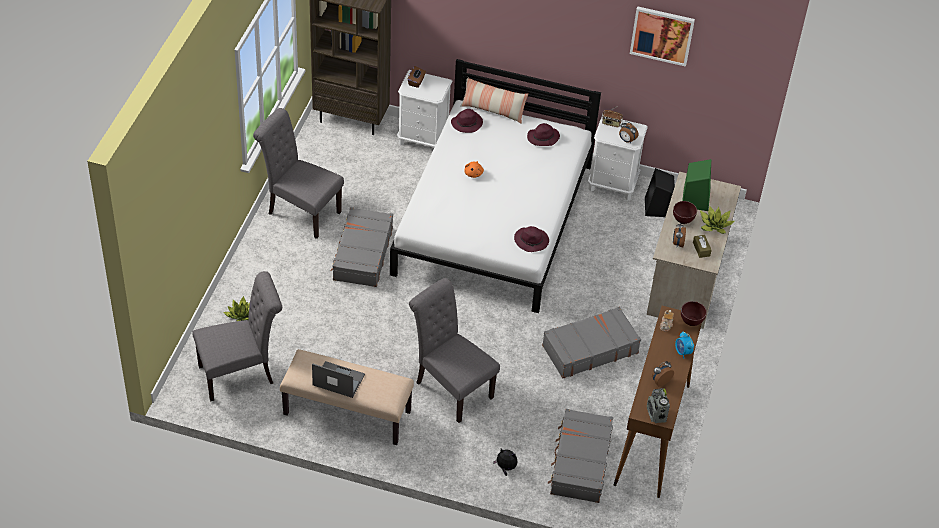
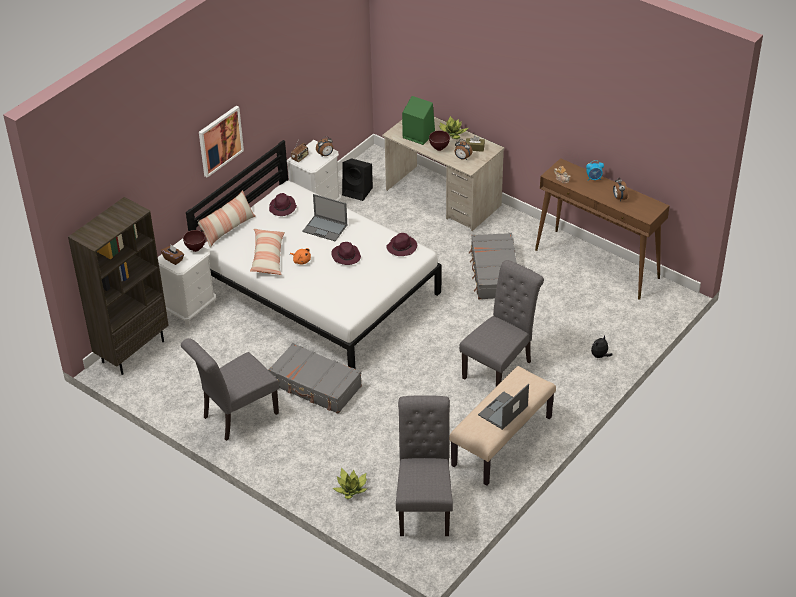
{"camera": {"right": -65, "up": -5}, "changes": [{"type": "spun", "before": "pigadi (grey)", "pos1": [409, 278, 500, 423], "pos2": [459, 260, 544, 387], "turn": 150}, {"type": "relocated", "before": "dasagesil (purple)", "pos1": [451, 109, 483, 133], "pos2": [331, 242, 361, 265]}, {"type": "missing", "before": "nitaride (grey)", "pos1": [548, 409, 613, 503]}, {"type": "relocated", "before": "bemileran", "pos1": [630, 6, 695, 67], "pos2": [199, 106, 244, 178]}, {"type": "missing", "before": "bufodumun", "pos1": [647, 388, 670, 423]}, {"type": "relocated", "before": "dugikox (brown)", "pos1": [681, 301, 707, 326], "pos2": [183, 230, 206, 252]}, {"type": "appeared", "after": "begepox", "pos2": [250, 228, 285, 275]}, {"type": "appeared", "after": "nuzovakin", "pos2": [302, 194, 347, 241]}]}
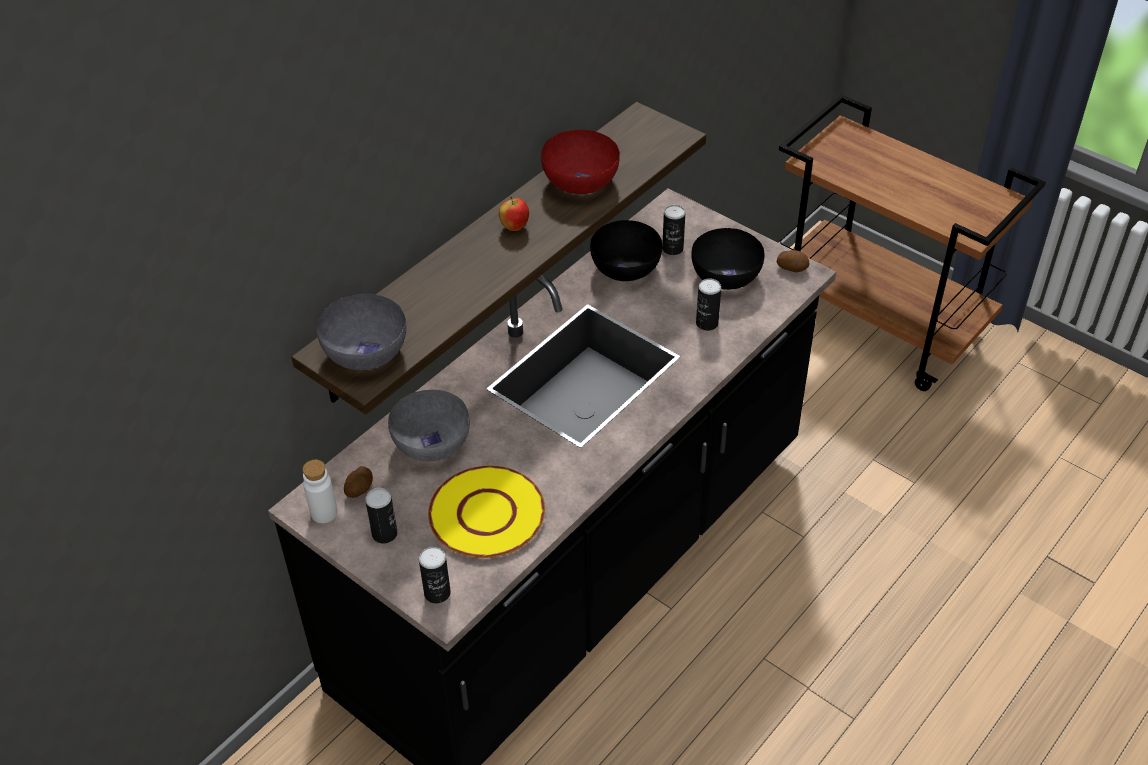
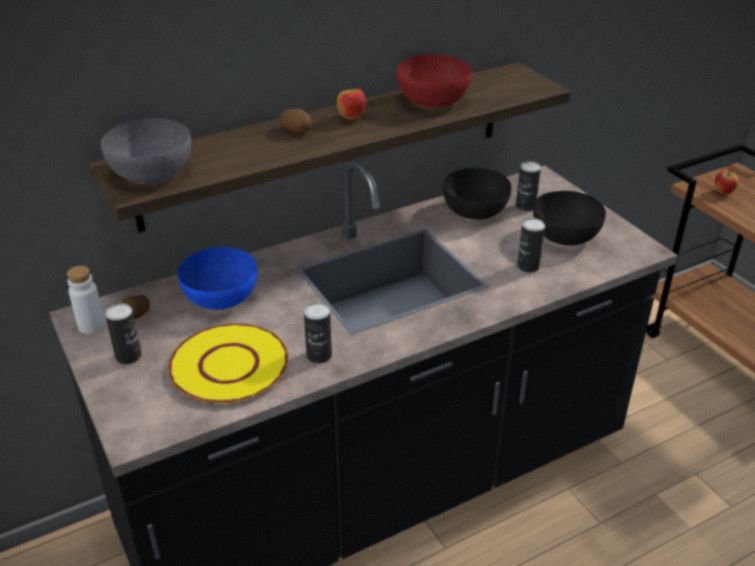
{"camera": {"right": 20, "up": -10}, "changes": [{"type": "colour", "before": "dugikox (grey)", "after": "dugikox (blue)", "pos1": [388, 390, 470, 461], "pos2": [178, 247, 258, 310]}, {"type": "relocated", "before": "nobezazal", "pos1": [419, 547, 451, 604], "pos2": [304, 303, 332, 364]}, {"type": "relocated", "before": "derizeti", "pos1": [777, 250, 809, 272], "pos2": [280, 109, 312, 133]}, {"type": "appeared", "after": "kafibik", "pos2": [715, 170, 738, 194]}]}
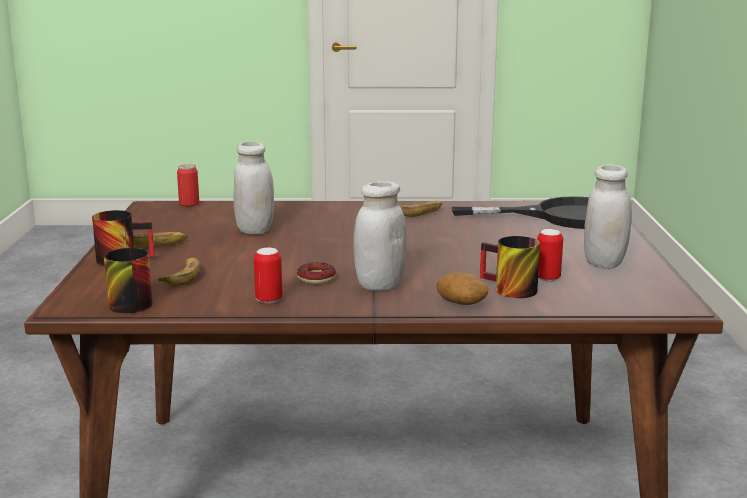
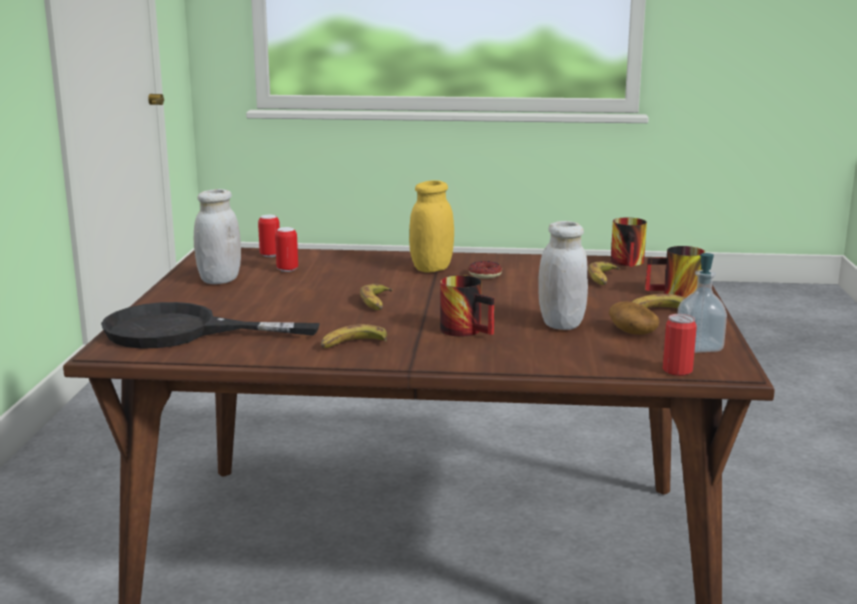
{"camera": {"right": -175, "up": 0}, "changes": [{"type": "relocated", "before": "nobezazal", "pos1": [254, 248, 283, 304], "pos2": [258, 215, 280, 257]}, {"type": "colour", "before": "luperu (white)", "after": "luperu (yellow)", "pos1": [353, 181, 407, 291], "pos2": [409, 180, 454, 273]}, {"type": "relocated", "before": "derizeti", "pos1": [437, 272, 488, 305], "pos2": [609, 301, 659, 335]}, {"type": "relocated", "before": "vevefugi", "pos1": [480, 236, 540, 298], "pos2": [440, 275, 494, 337]}, {"type": "appeared", "after": "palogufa", "pos2": [360, 284, 393, 310]}, {"type": "appeared", "after": "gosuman", "pos2": [677, 253, 727, 353]}]}
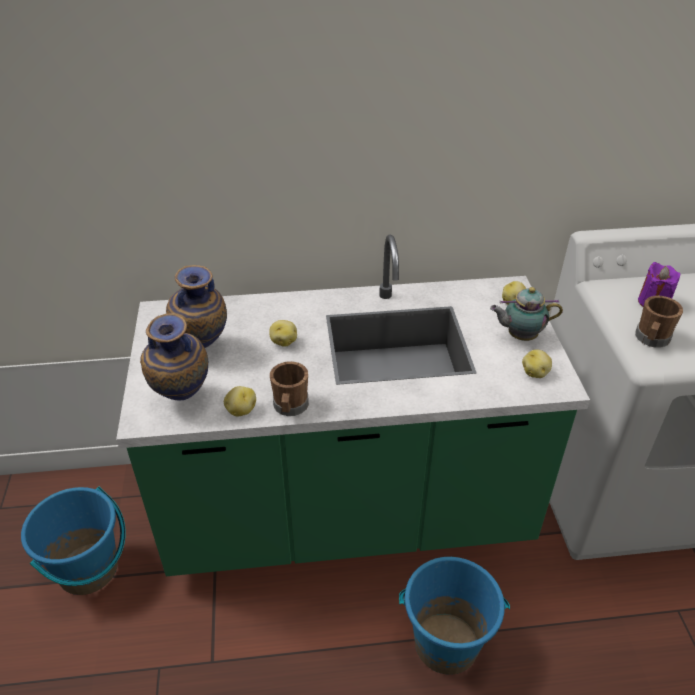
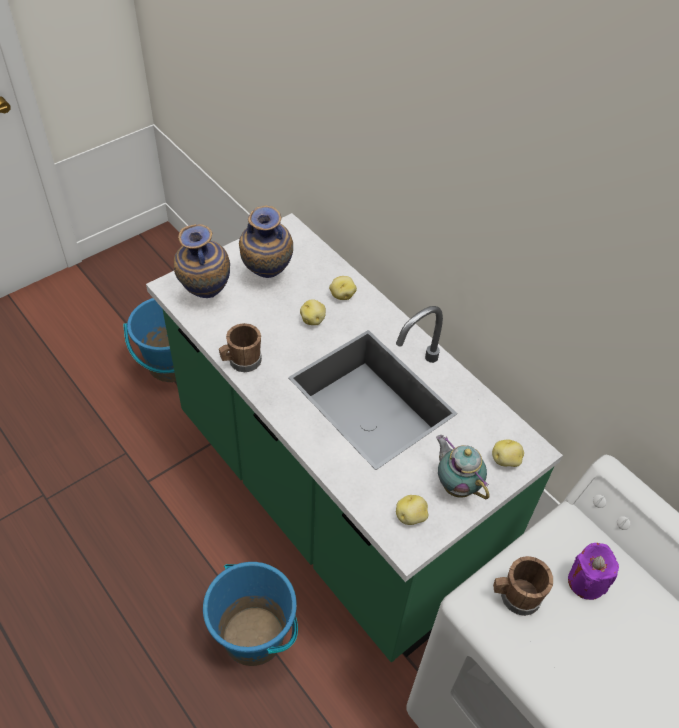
{"camera": {"right": 55, "up": 10}, "changes": [{"type": "relocated", "before": "derizeti", "pos1": [224, 386, 256, 416], "pos2": [329, 276, 357, 300]}]}
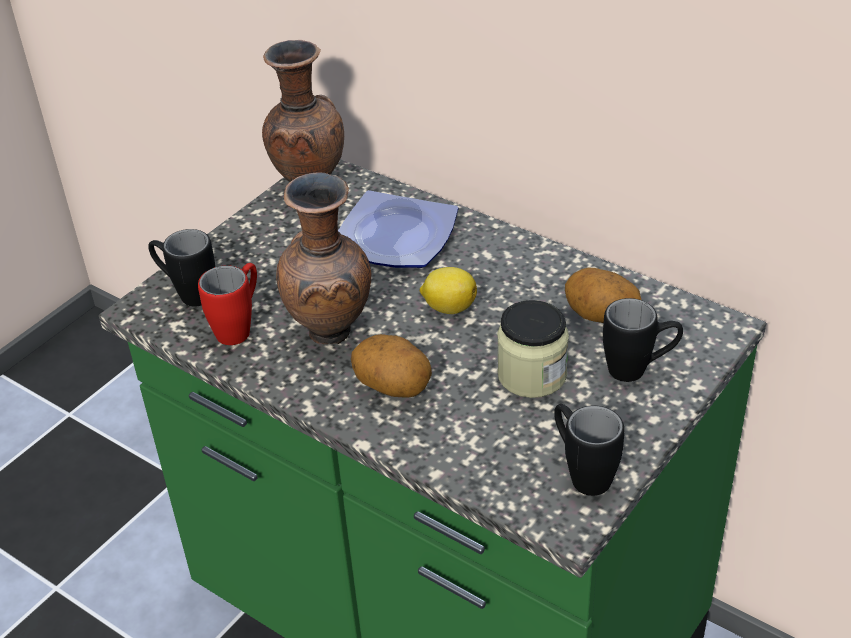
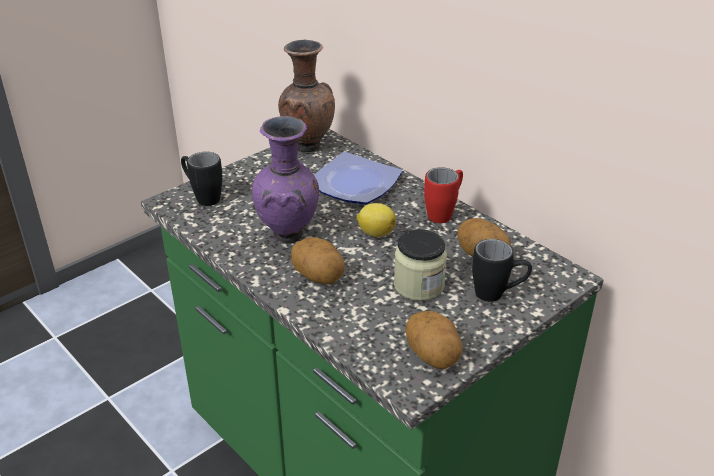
{"camera": {"right": 10, "up": -5}, "changes": [{"type": "relocated", "before": "vevefugi (red)", "pos1": [198, 263, 257, 345], "pos2": [424, 167, 463, 223]}, {"type": "colour", "before": "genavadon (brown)", "after": "genavadon (purple)", "pos1": [276, 172, 371, 345], "pos2": [252, 116, 319, 244]}, {"type": "exchanged", "before": "vevefugi (black)", "after": "derizeti", "pos1": [554, 404, 624, 496], "pos2": [405, 311, 462, 369]}]}
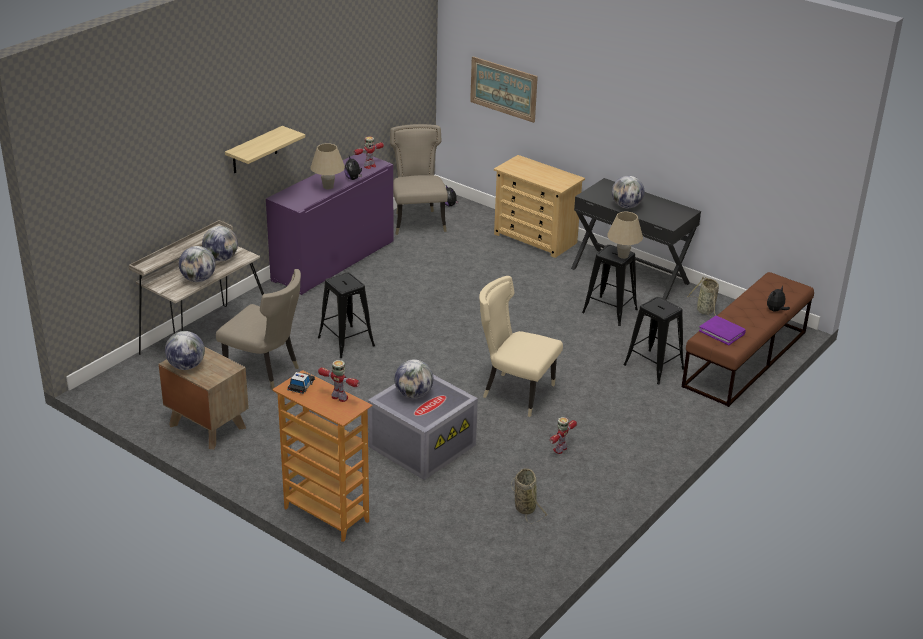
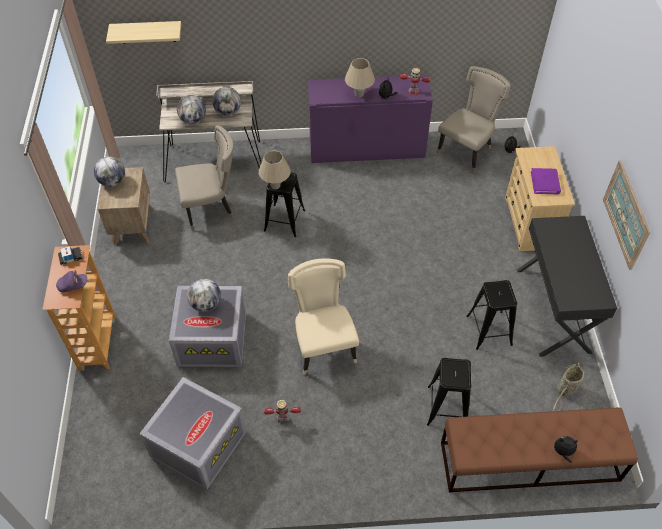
{"camera": {"right": 50, "up": 20}, "changes": [{"type": "spun", "before": "pigadi (beige)", "pos1": [216, 269, 301, 389], "pos2": [175, 125, 234, 231], "turn": -90}, {"type": "relocated", "before": "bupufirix", "pos1": [225, 126, 305, 173], "pos2": [106, 21, 181, 44]}, {"type": "exchanged", "before": "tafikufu", "after": "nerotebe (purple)", "pos1": [318, 360, 360, 402], "pos2": [56, 270, 87, 293]}, {"type": "relocated", "before": "bemileran", "pos1": [470, 56, 538, 123], "pos2": [603, 161, 651, 270]}, {"type": "exchanged", "before": "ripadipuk", "after": "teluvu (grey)", "pos1": [511, 468, 548, 524], "pos2": [139, 377, 247, 489]}, {"type": "relocated", "before": "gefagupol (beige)", "pos1": [607, 212, 643, 259], "pos2": [259, 151, 290, 189]}, {"type": "missing", "before": "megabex", "pos1": [612, 176, 645, 208]}, {"type": "relocated", "before": "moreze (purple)", "pos1": [699, 316, 746, 345], "pos2": [531, 168, 561, 194]}]}
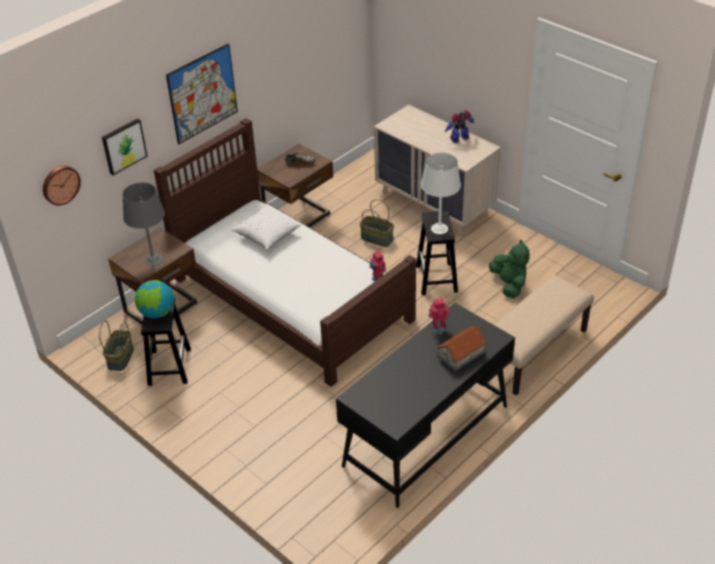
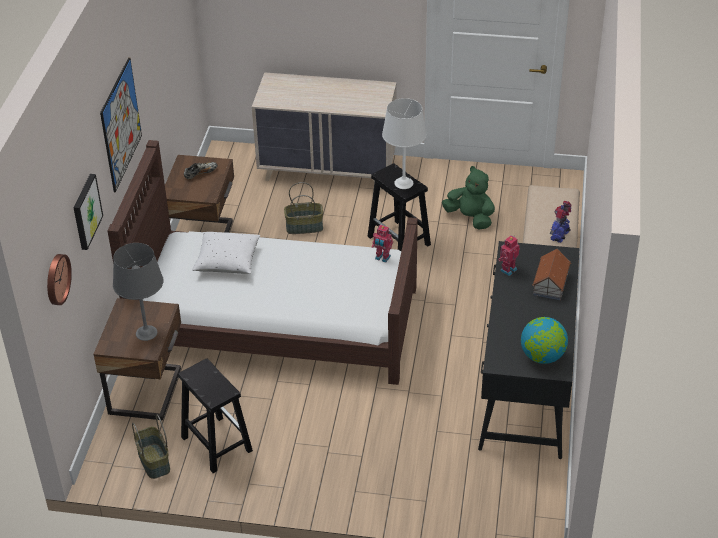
{"camera": {"right": -35, "up": 0}, "changes": [{"type": "relocated", "before": "megabex", "pos1": [135, 280, 174, 319], "pos2": [521, 317, 568, 364]}, {"type": "relocated", "before": "tafikufu", "pos1": [445, 110, 474, 143], "pos2": [550, 201, 571, 243]}]}
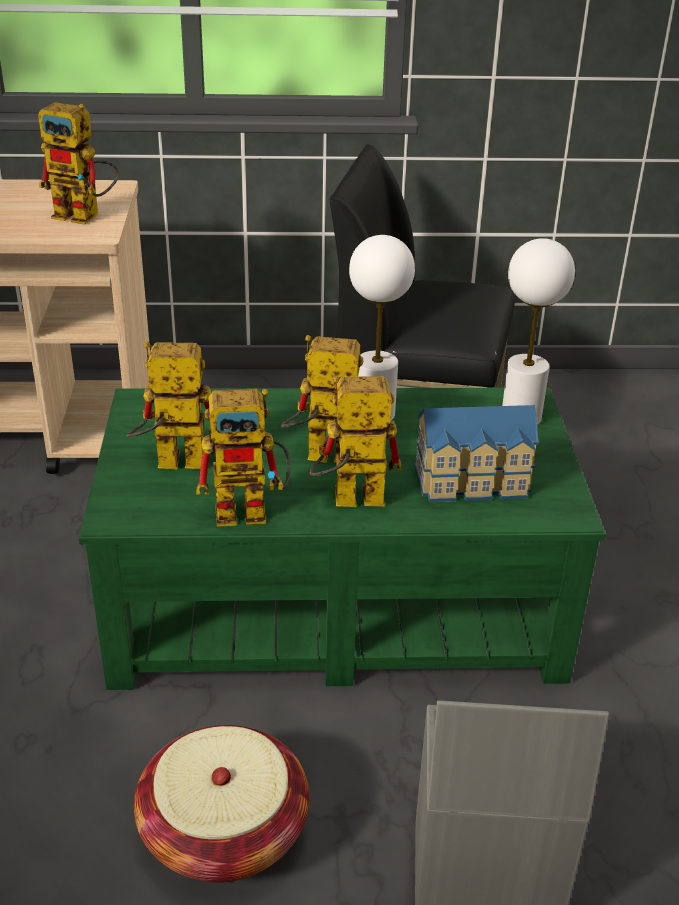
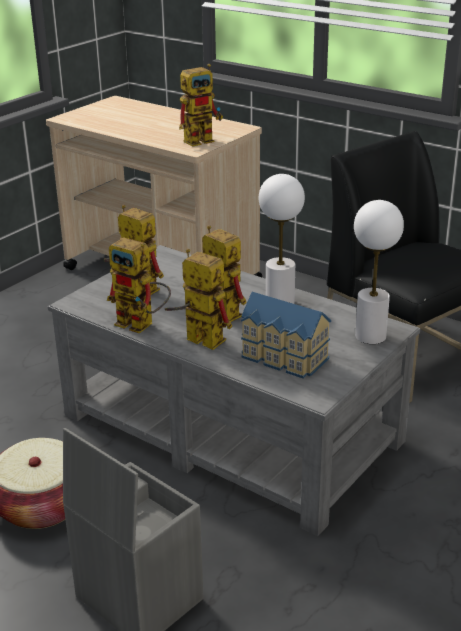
{"camera": {"right": 40, "up": -5}, "changes": [{"type": "spun", "before": "tafikufu", "pos1": [38, 102, 120, 225], "pos2": [179, 64, 223, 147], "turn": -90}, {"type": "colour", "before": "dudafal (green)", "after": "dudafal (grey)", "pos1": [79, 388, 606, 690], "pos2": [48, 245, 421, 536]}]}
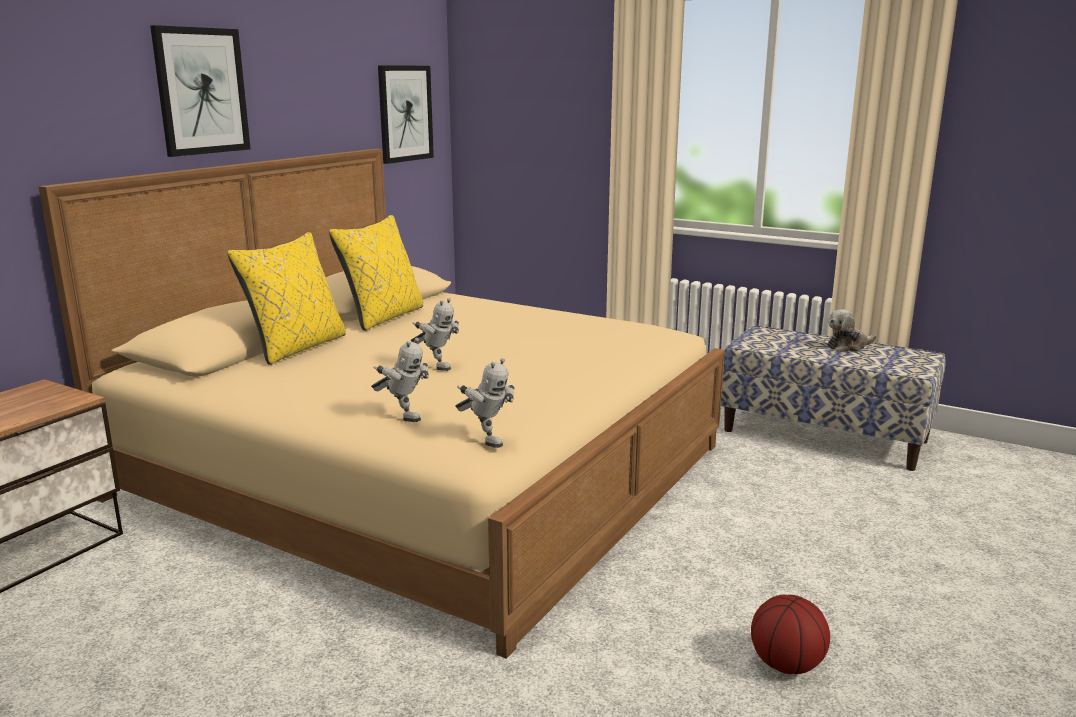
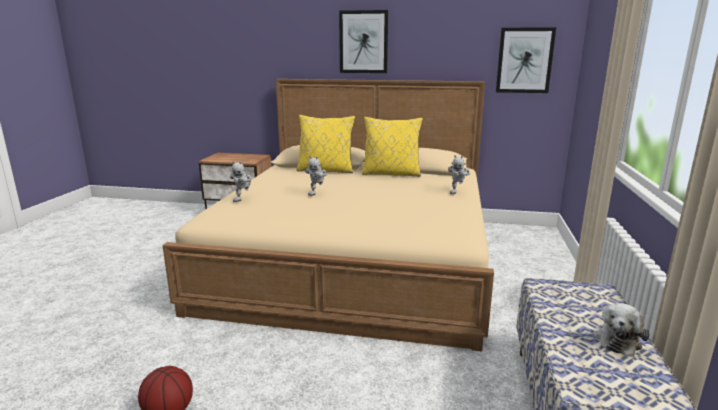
{"camera": {"right": 70, "up": 0}, "changes": [{"type": "relocated", "before": "tafikufu", "pos1": [455, 358, 514, 448], "pos2": [448, 155, 470, 194]}, {"type": "spun", "before": "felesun", "pos1": [827, 309, 877, 352], "pos2": [594, 303, 650, 357], "turn": -105}]}
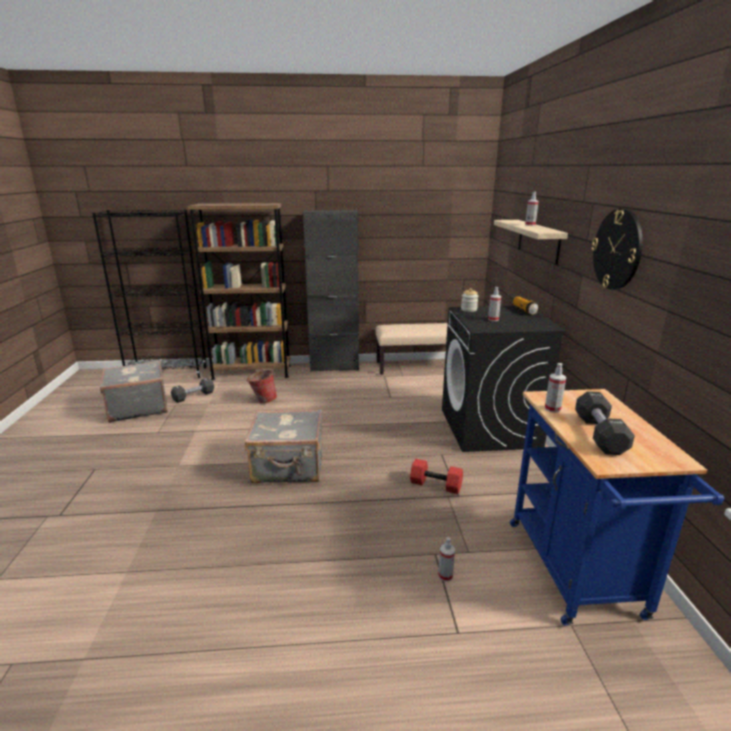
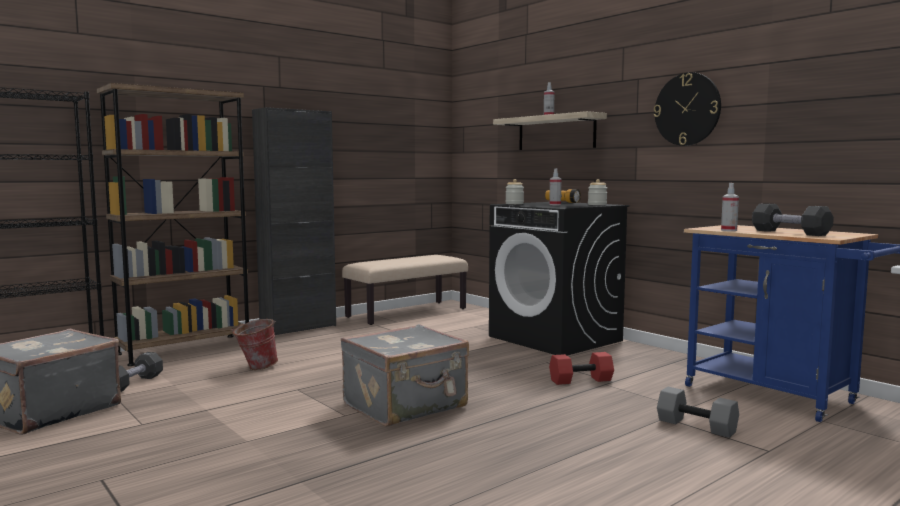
{"camera": {"right": -35, "up": -15}, "changes": [{"type": "exchanged", "before": "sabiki", "after": "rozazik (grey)", "pos1": [438, 537, 455, 582], "pos2": [657, 387, 739, 438]}, {"type": "appeared", "after": "luperu", "pos2": [588, 179, 607, 205]}]}
